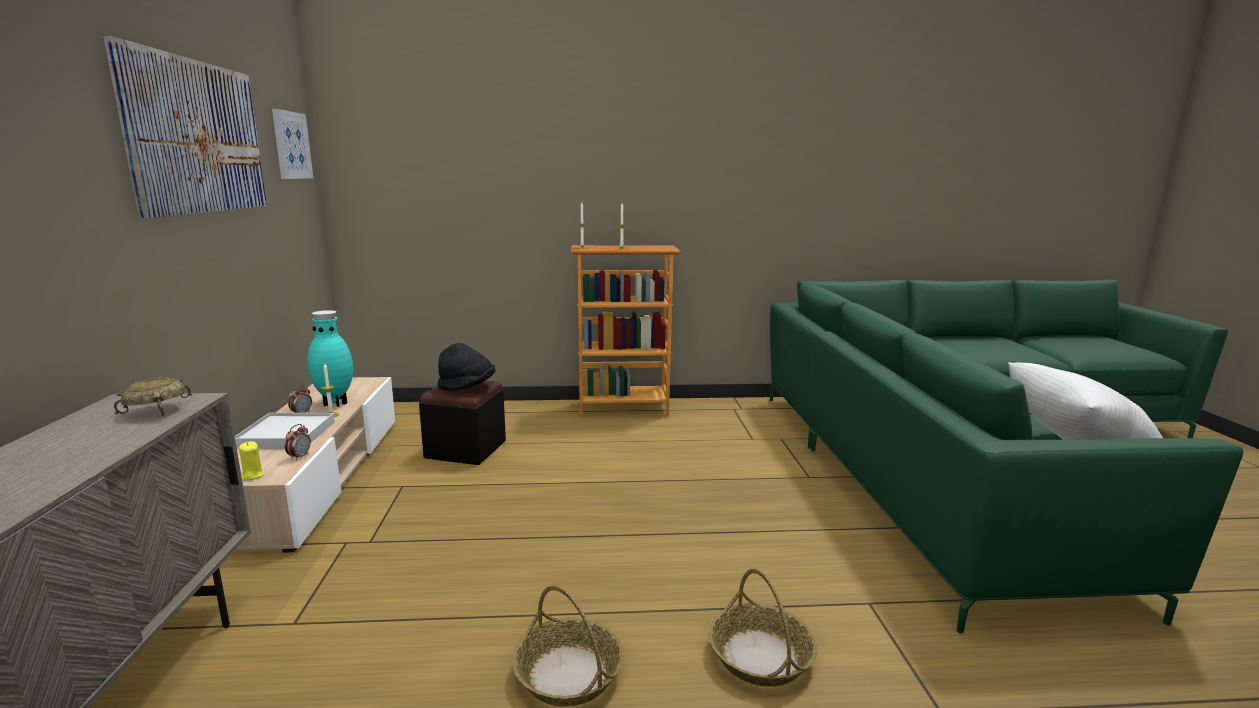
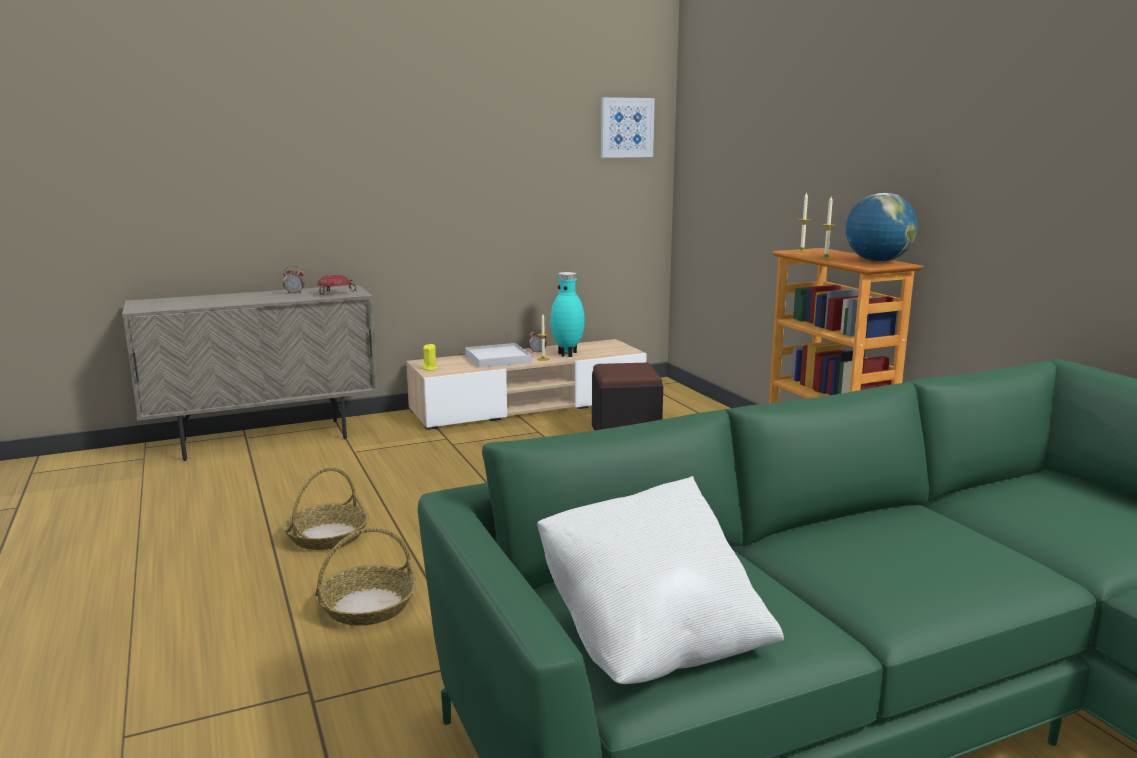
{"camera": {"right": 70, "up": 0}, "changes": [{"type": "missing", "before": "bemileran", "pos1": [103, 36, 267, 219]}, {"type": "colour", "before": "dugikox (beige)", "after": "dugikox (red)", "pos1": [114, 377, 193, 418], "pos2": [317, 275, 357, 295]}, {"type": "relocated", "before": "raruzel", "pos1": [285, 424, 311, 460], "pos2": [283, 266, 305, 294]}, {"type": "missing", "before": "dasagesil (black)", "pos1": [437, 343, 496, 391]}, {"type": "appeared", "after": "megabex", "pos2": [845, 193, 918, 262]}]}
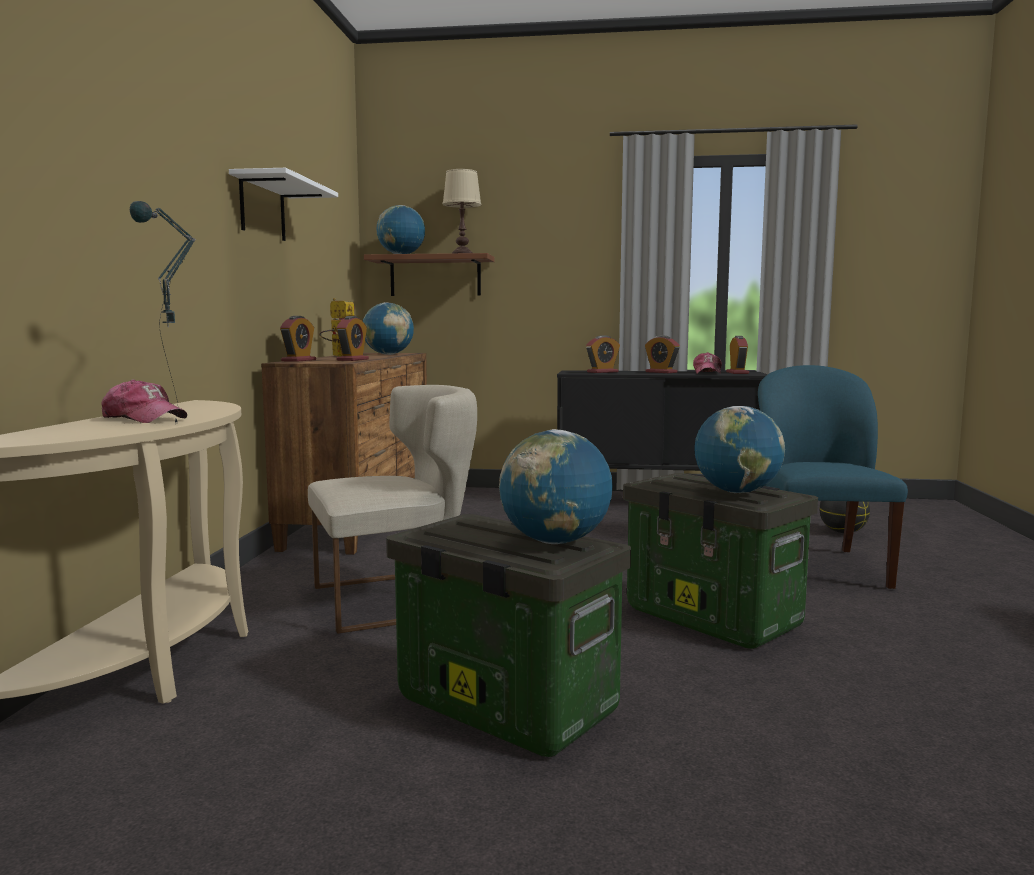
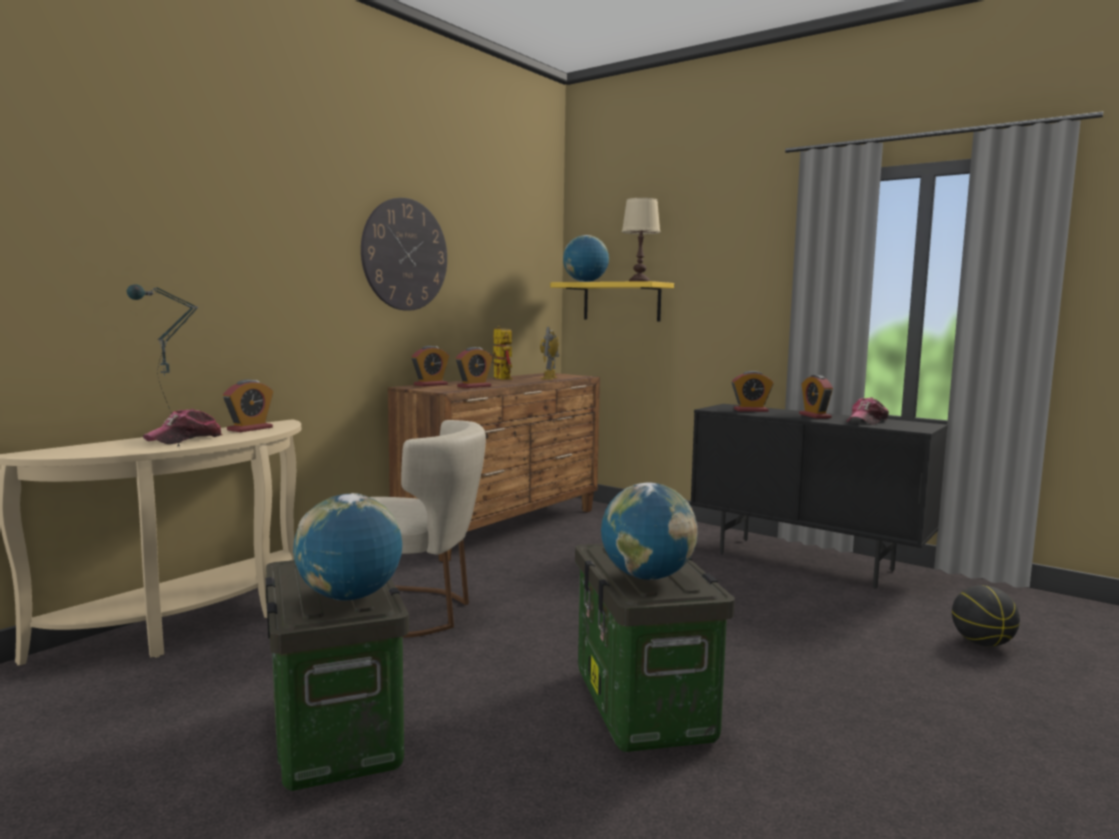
{"camera": {"right": 30, "up": 0}, "changes": [{"type": "spun", "before": "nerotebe", "pos1": [101, 380, 187, 423], "pos2": [143, 409, 222, 444], "turn": 60}, {"type": "exchanged", "before": "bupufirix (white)", "after": "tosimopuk", "pos1": [229, 168, 338, 241], "pos2": [361, 198, 447, 311]}, {"type": "exchanged", "before": "megabex", "after": "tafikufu", "pos1": [363, 303, 414, 355], "pos2": [540, 327, 560, 380]}, {"type": "colour", "before": "bupufirix (brown)", "after": "bupufirix (yellow)", "pos1": [364, 253, 495, 296], "pos2": [550, 281, 674, 321]}, {"type": "relocated", "before": "raruzel", "pos1": [726, 336, 749, 374], "pos2": [223, 380, 273, 432]}, {"type": "missing", "before": "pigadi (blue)", "pos1": [758, 365, 908, 589]}]}
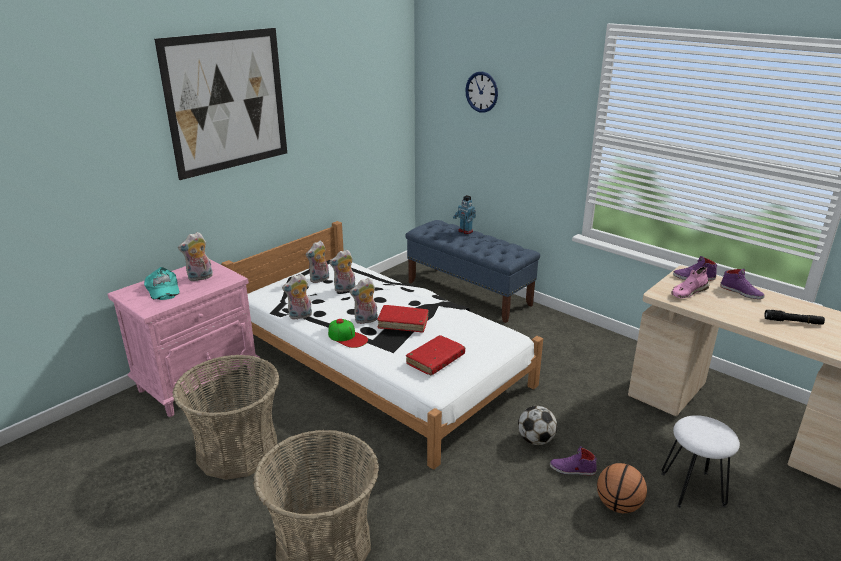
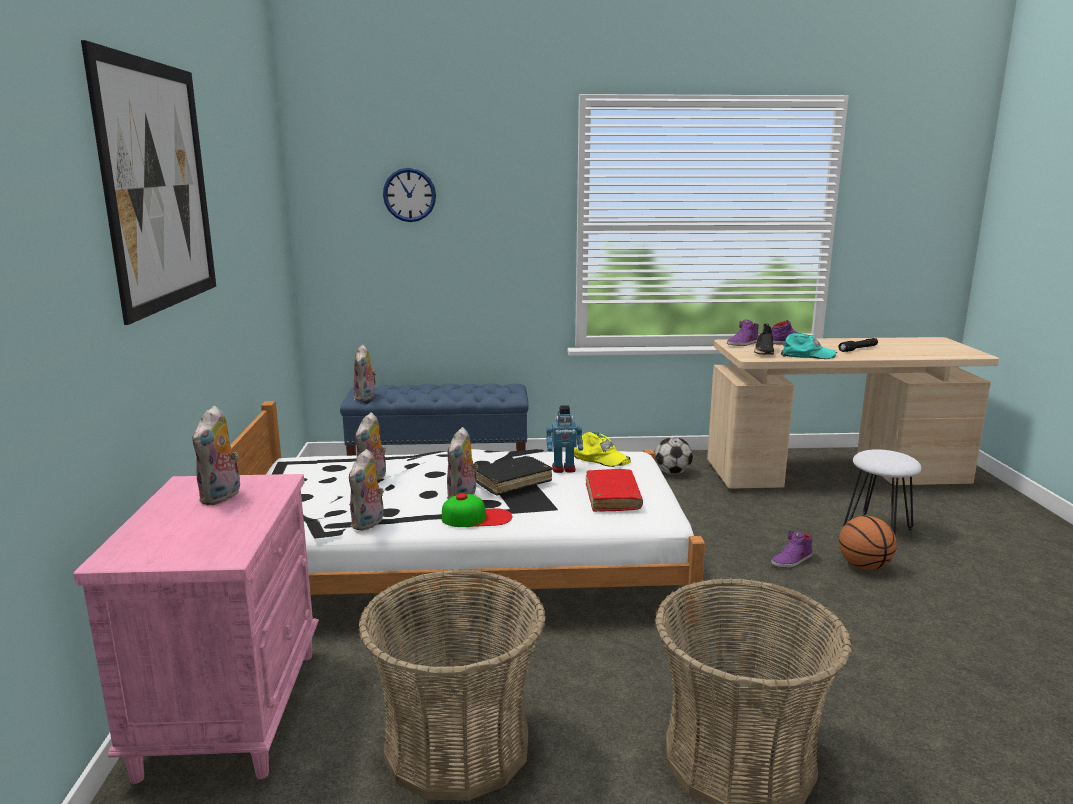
{"camera": {"right": -45, "up": -10}, "changes": [{"type": "relocated", "before": "nerotebe (turquoise)", "pos1": [144, 267, 180, 300], "pos2": [781, 333, 837, 359]}, {"type": "relocated", "before": "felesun", "pos1": [306, 241, 329, 283], "pos2": [353, 345, 377, 401]}, {"type": "colour", "before": "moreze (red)", "after": "moreze (black)", "pos1": [377, 305, 429, 332], "pos2": [476, 456, 553, 495]}, {"type": "relocated", "before": "tafikufu", "pos1": [453, 195, 476, 234], "pos2": [546, 405, 583, 473]}, {"type": "relocated", "before": "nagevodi", "pos1": [518, 406, 557, 445], "pos2": [655, 437, 693, 474]}, {"type": "colour", "before": "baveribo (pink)", "after": "baveribo (black)", "pos1": [671, 267, 709, 298], "pos2": [754, 324, 774, 355]}, {"type": "appeared", "after": "nerotebe (yellow)", "pos2": [574, 432, 631, 467]}]}
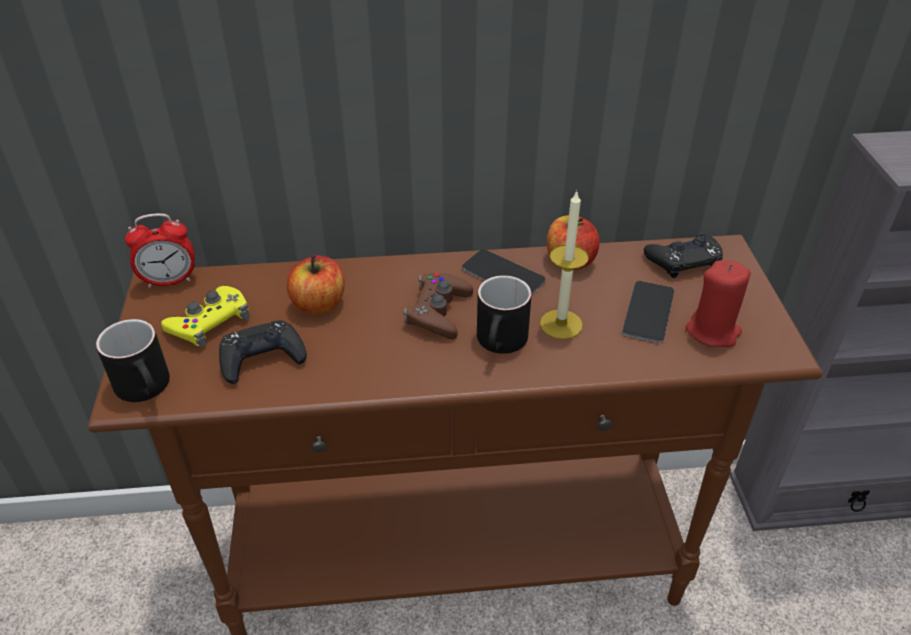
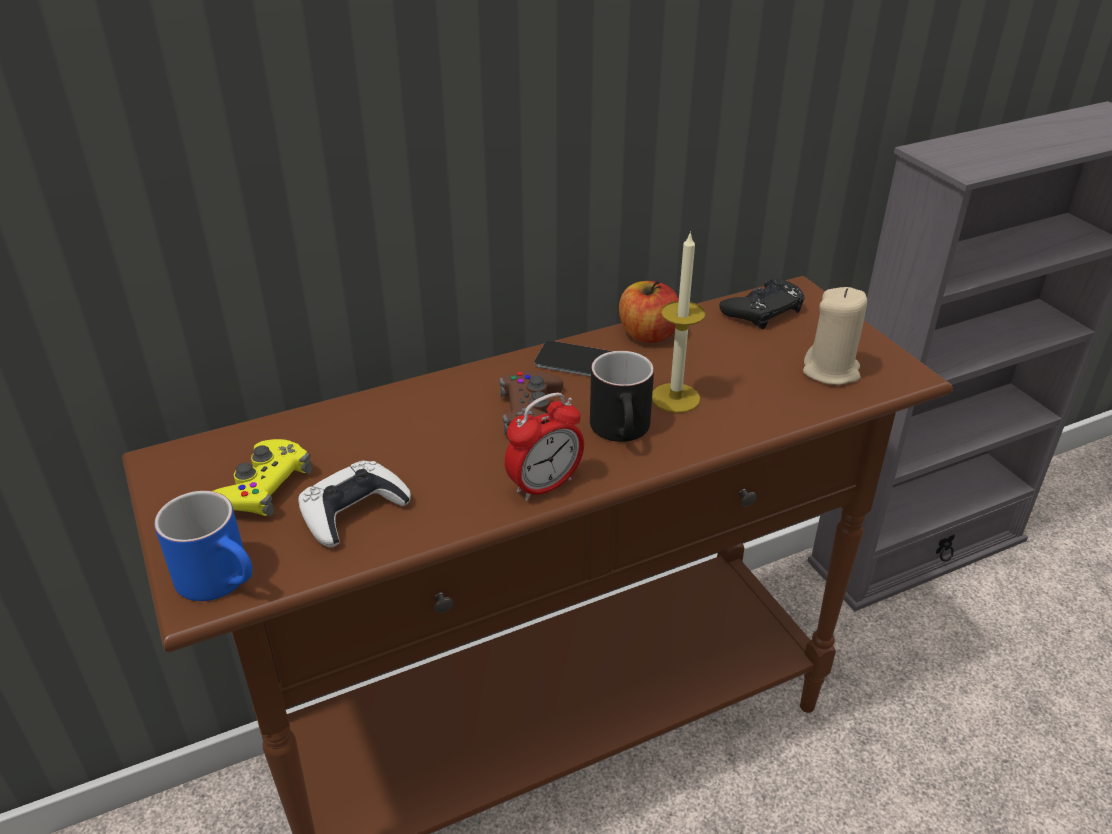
{"camera": {"right": -20, "up": -5}, "changes": [{"type": "colour", "before": "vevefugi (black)", "after": "vevefugi (blue)", "pos1": [96, 319, 170, 402], "pos2": [154, 491, 253, 601]}, {"type": "relocated", "before": "raruzel", "pos1": [125, 213, 195, 288], "pos2": [505, 393, 584, 501]}, {"type": "colour", "before": "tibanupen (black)", "after": "tibanupen (white)", "pos1": [219, 320, 307, 384], "pos2": [298, 461, 411, 547]}, {"type": "missing", "before": "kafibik", "pos1": [287, 255, 345, 314]}, {"type": "missing", "before": "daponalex", "pos1": [622, 281, 674, 343]}, {"type": "colour", "before": "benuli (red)", "after": "benuli (beige)", "pos1": [686, 260, 751, 347], "pos2": [803, 287, 867, 385]}]}
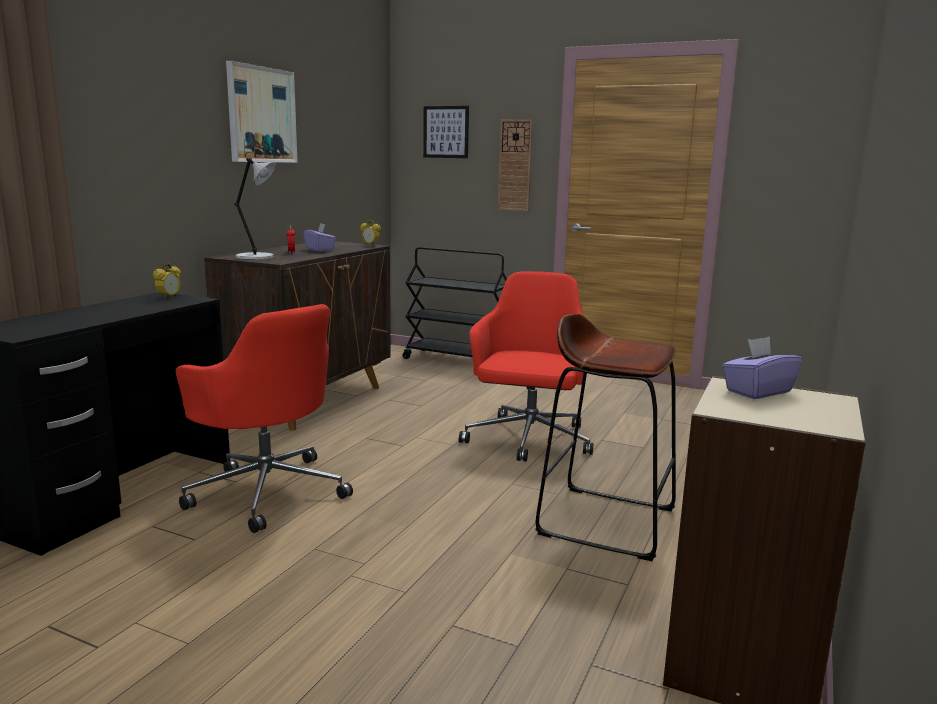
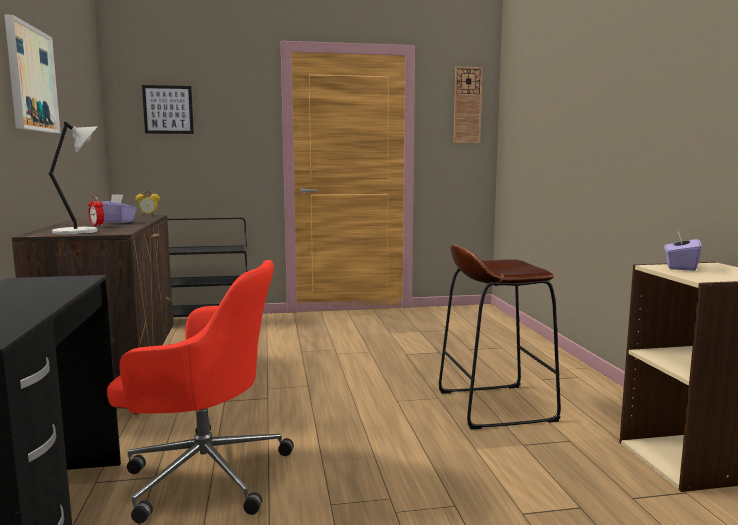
{"camera": {"right": -35, "up": -5}, "changes": [{"type": "missing", "before": "raruzel", "pos1": [153, 264, 181, 298]}, {"type": "missing", "before": "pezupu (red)", "pos1": [459, 271, 593, 462]}, {"type": "relocated", "before": "tosimopuk", "pos1": [498, 119, 533, 211], "pos2": [453, 67, 483, 143]}]}
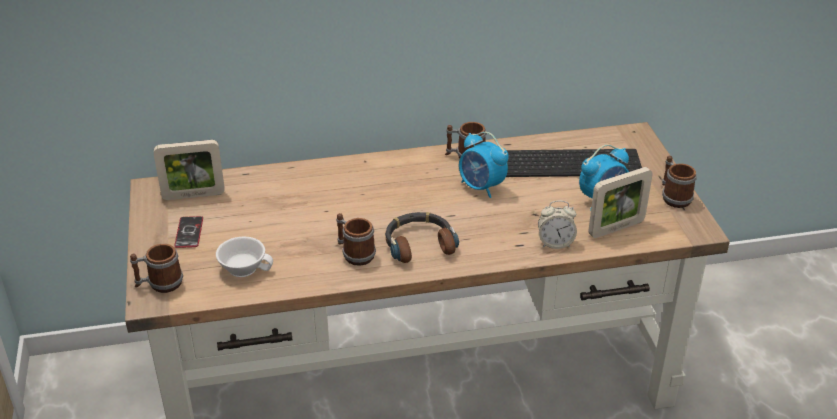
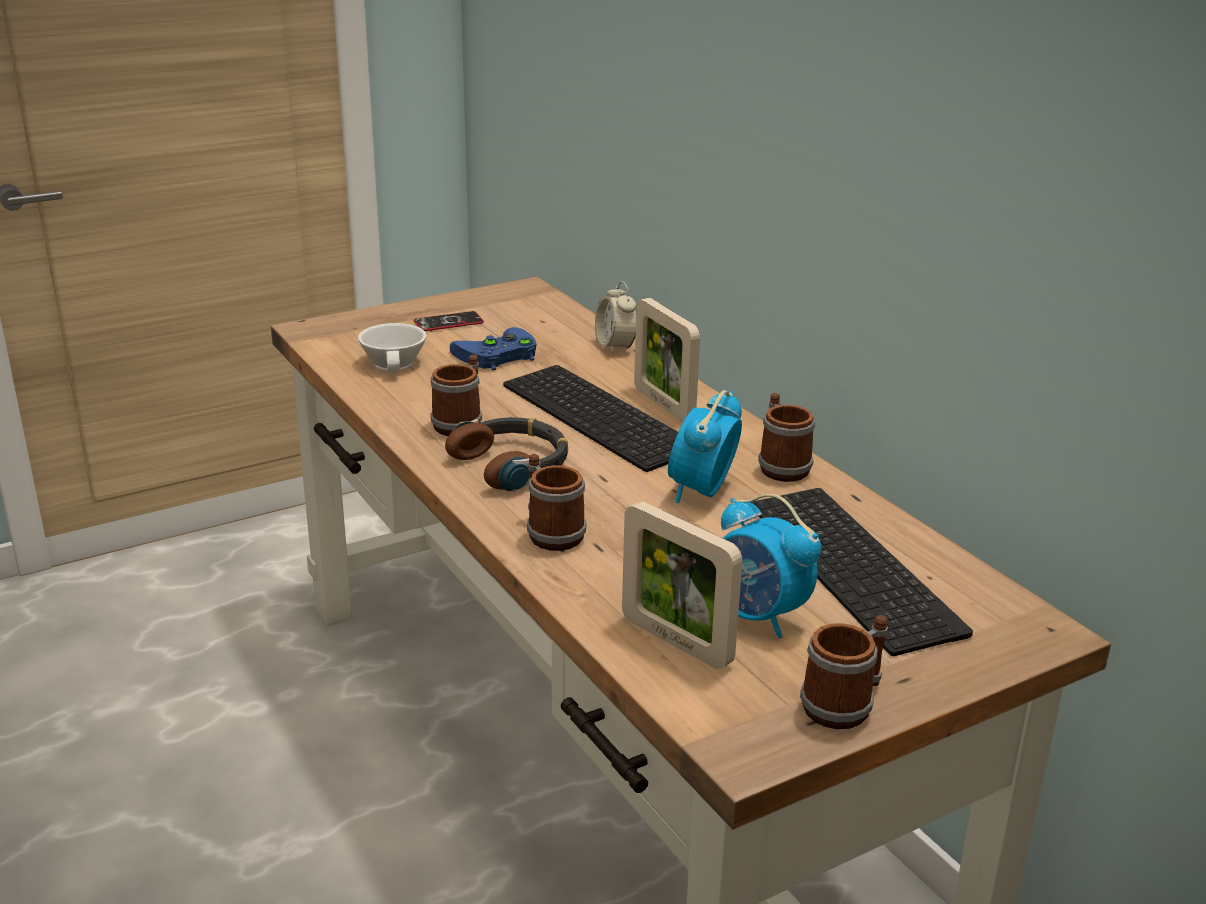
{"camera": {"right": 70, "up": -10}, "changes": [{"type": "relocated", "before": "vevefugi", "pos1": [130, 244, 183, 293], "pos2": [527, 454, 586, 551]}, {"type": "relocated", "before": "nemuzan", "pos1": [154, 140, 225, 200], "pos2": [634, 298, 700, 422]}, {"type": "relocated", "before": "raruzel", "pos1": [538, 201, 577, 249], "pos2": [595, 281, 636, 355]}, {"type": "appeared", "after": "tibanupen (blue)", "pos2": [450, 327, 537, 371]}, {"type": "appeared", "after": "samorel", "pos2": [503, 365, 678, 472]}]}
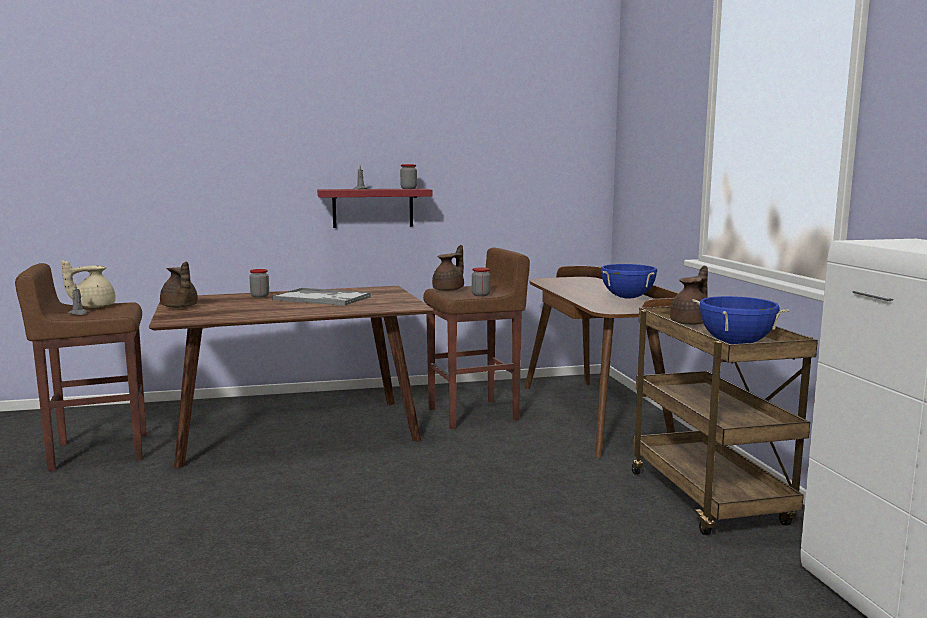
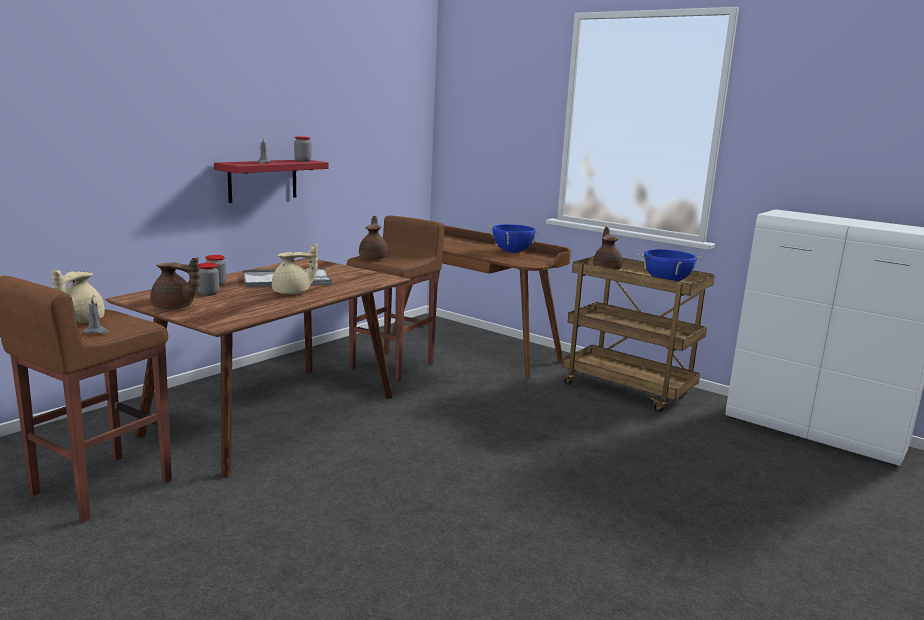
{"camera": {"right": -40, "up": 5}, "changes": [{"type": "relocated", "before": "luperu", "pos1": [472, 268, 490, 296], "pos2": [198, 263, 219, 296]}, {"type": "appeared", "after": "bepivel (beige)", "pos2": [272, 244, 318, 294]}]}
